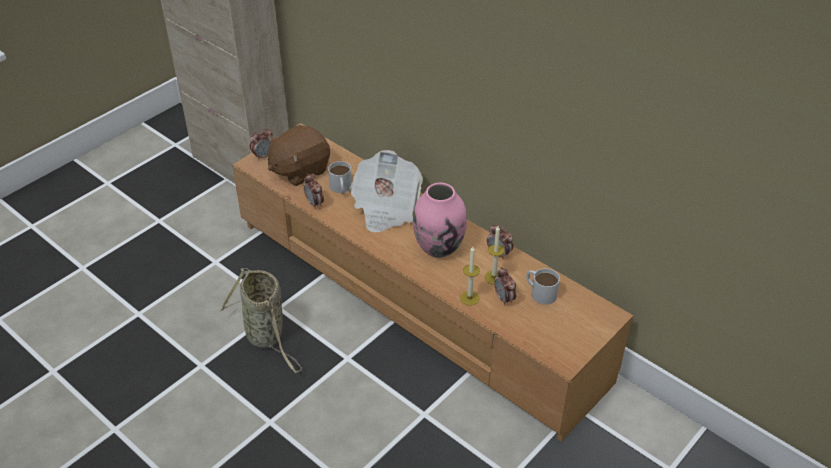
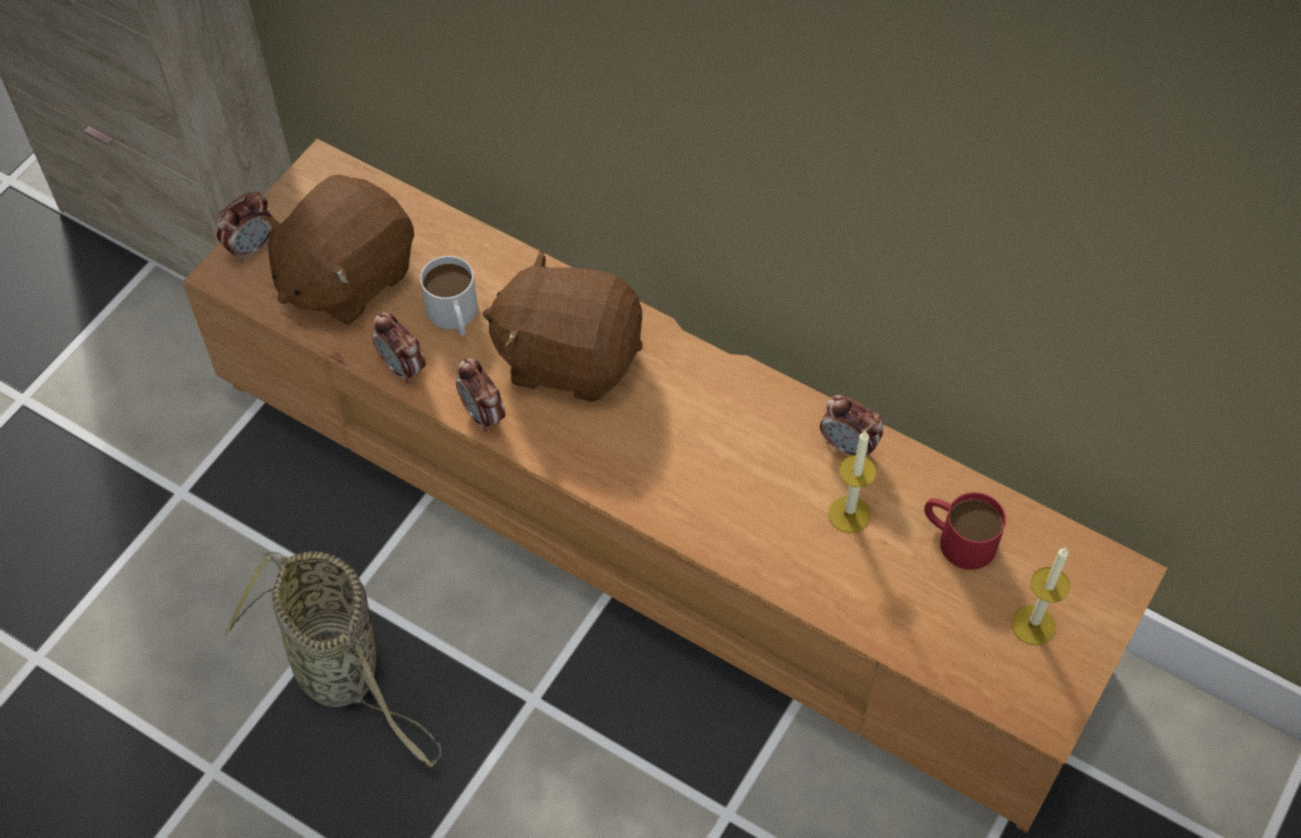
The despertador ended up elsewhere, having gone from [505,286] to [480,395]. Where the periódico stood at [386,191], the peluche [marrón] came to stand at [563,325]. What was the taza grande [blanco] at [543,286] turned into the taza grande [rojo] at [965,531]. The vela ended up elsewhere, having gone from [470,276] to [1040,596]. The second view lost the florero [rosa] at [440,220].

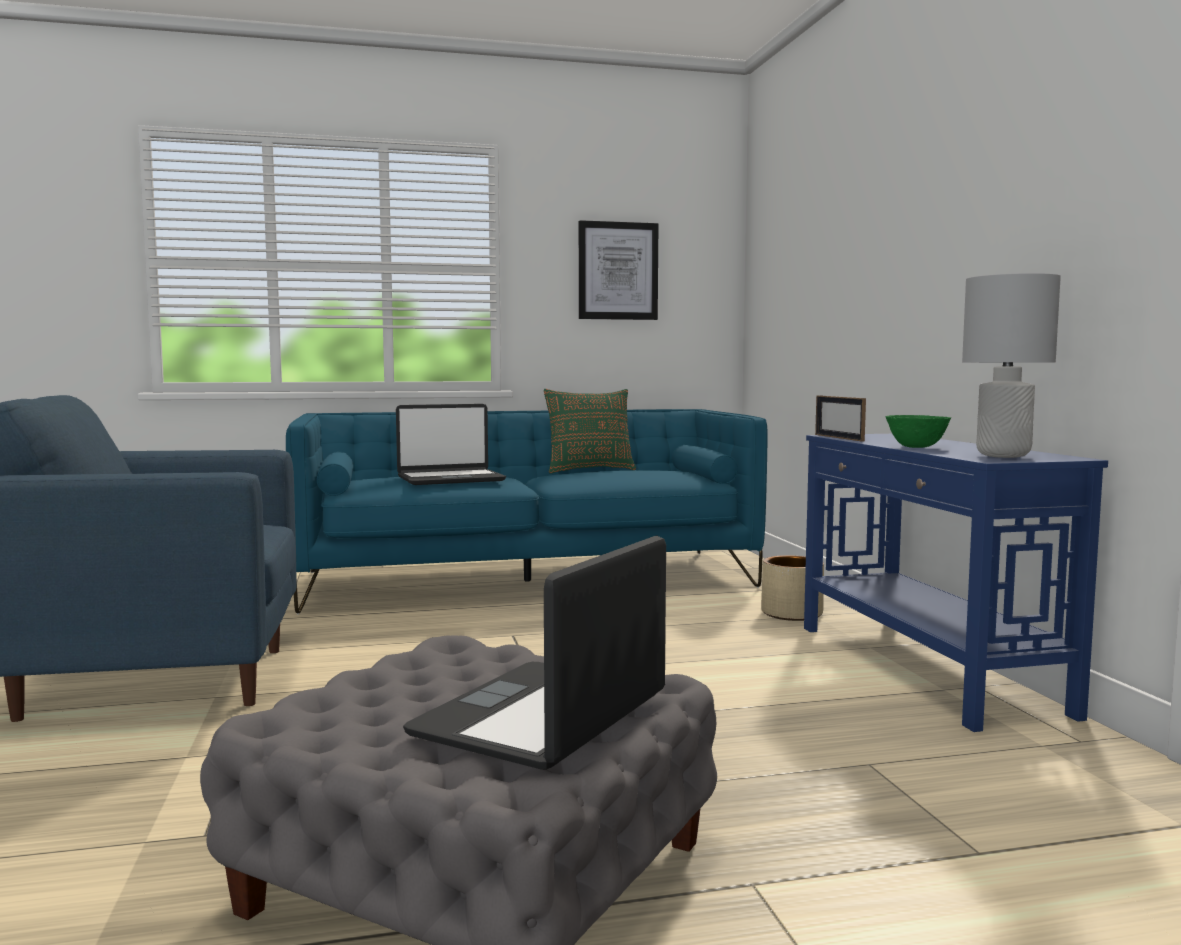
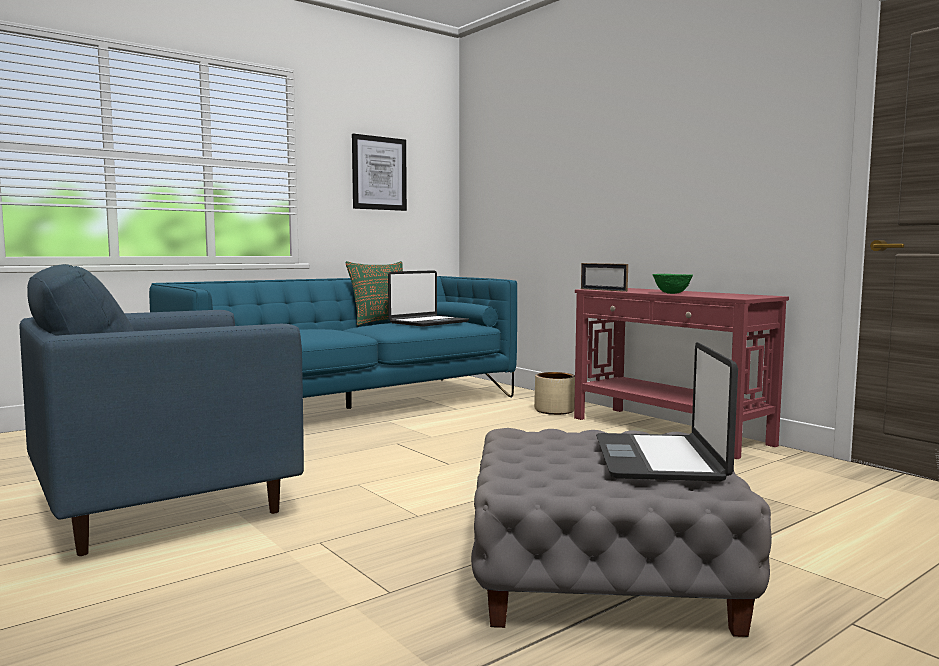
The portátil ended up elsewhere, having gone from [451,444] to [428,298]. What was the mesa consola [azul] at [956,583] turned into the mesa consola [rojo] at [681,373]. The second view lost the lámpara de mesa [gris] at [1011,365].

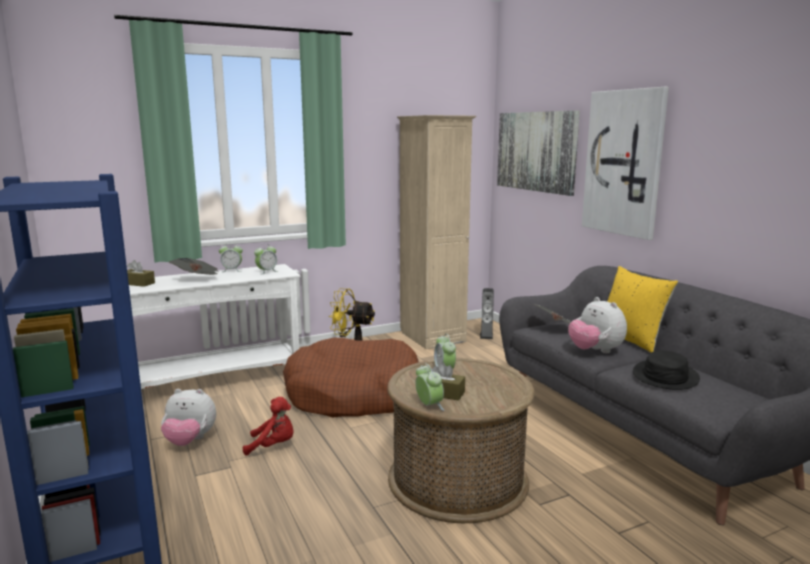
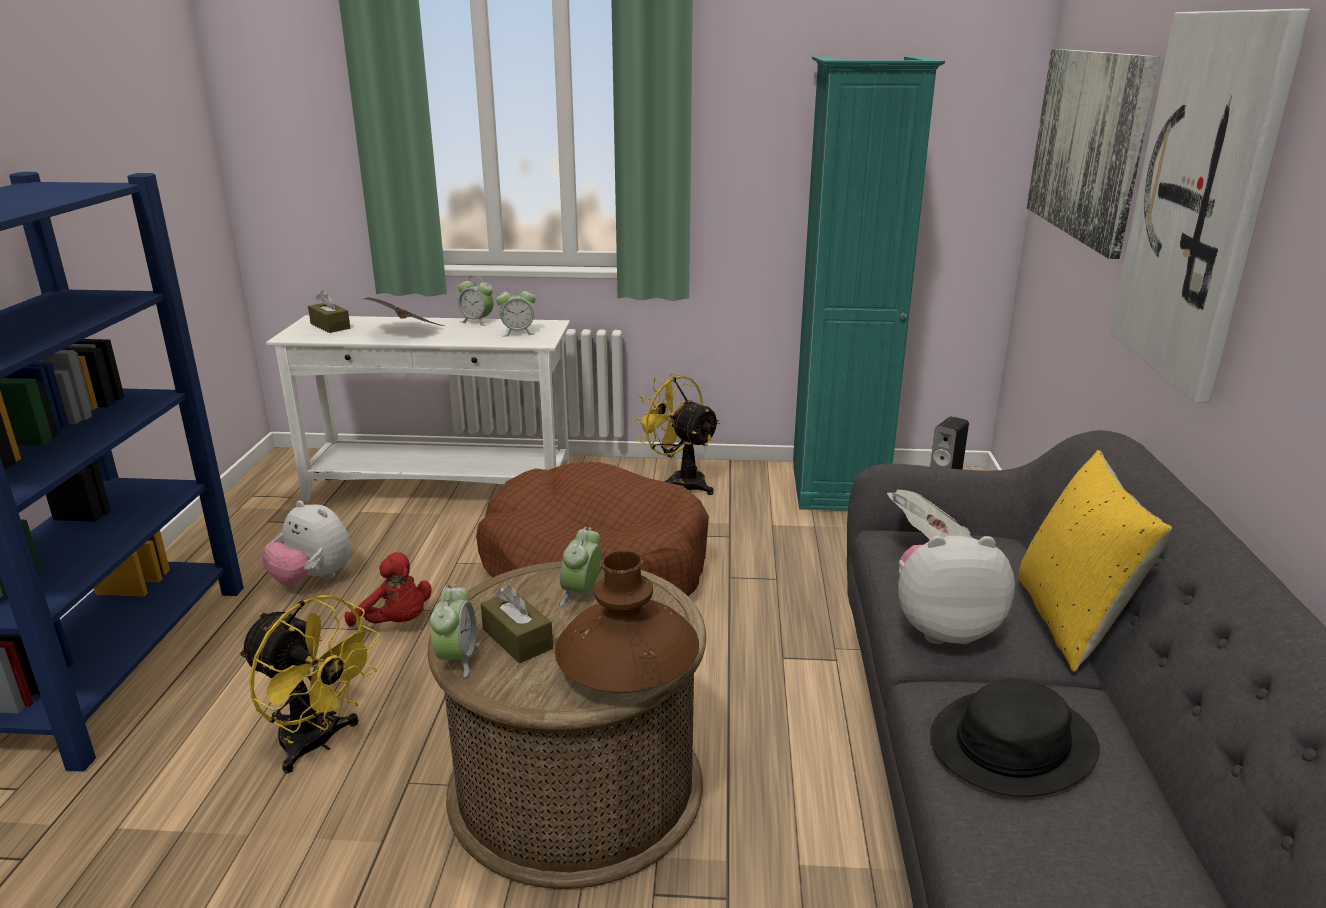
The second view gained the ventilador [amarillo] at [309,684]. The second view gained the florero [marrón] at [627,621]. What was the armario [beis] at [436,232] turned into the armario [turquesa] at [869,283]. The peluche at [597,325] ended up facing another way, 90 degrees clockwise from before.

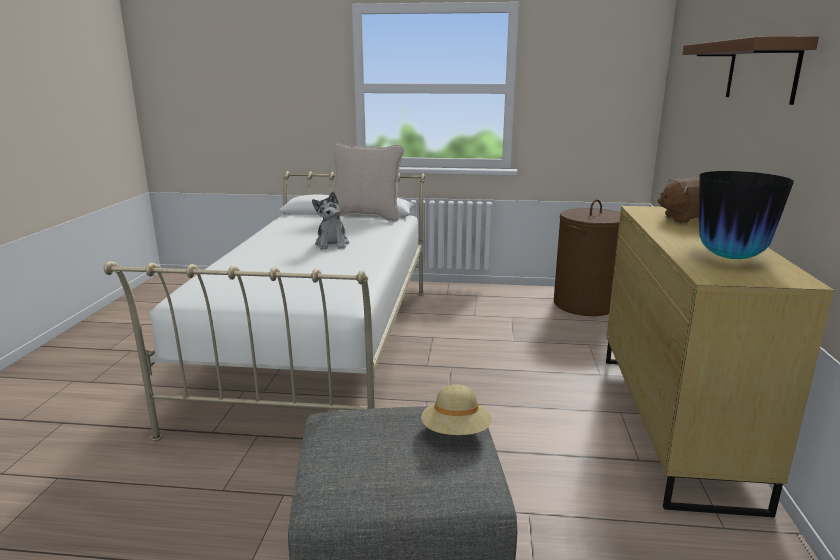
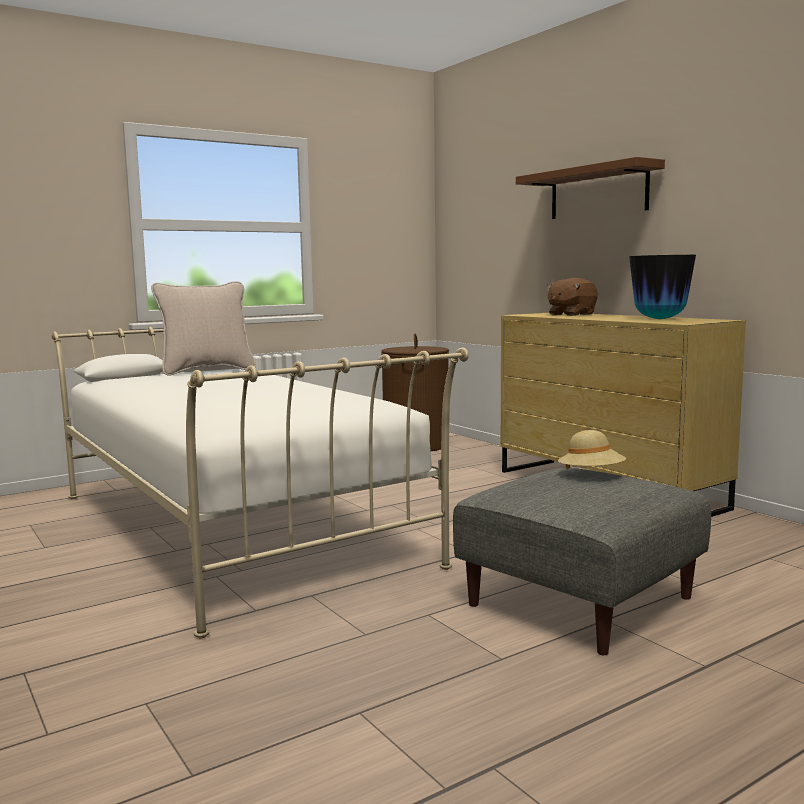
The second view lost the peluche at [330,221].

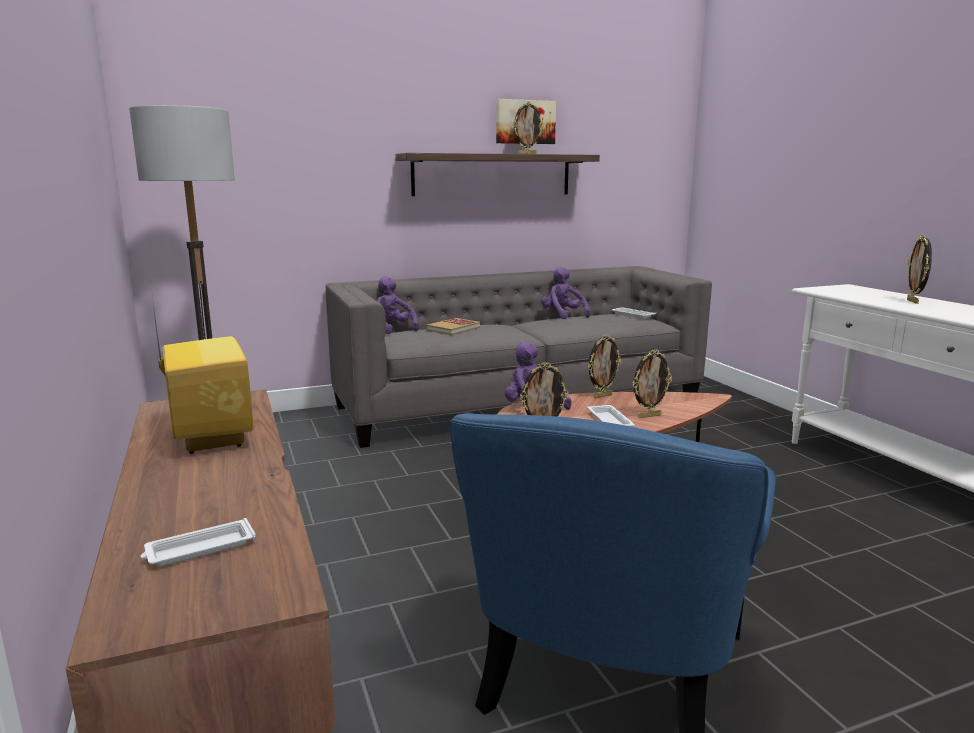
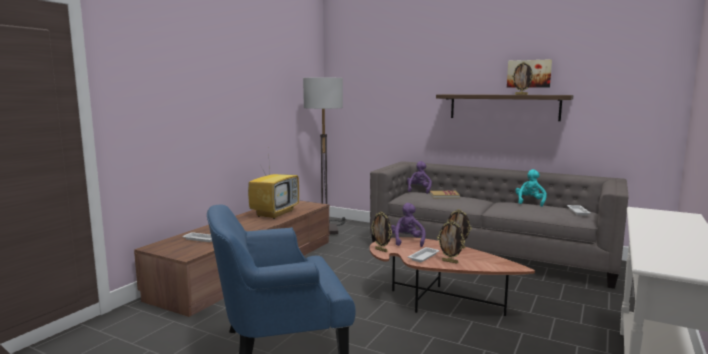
What was the peluche [morado] at [565,293] turned into the peluche [turquesa] at [531,188]. The second view lost the portarretratos at [919,269].

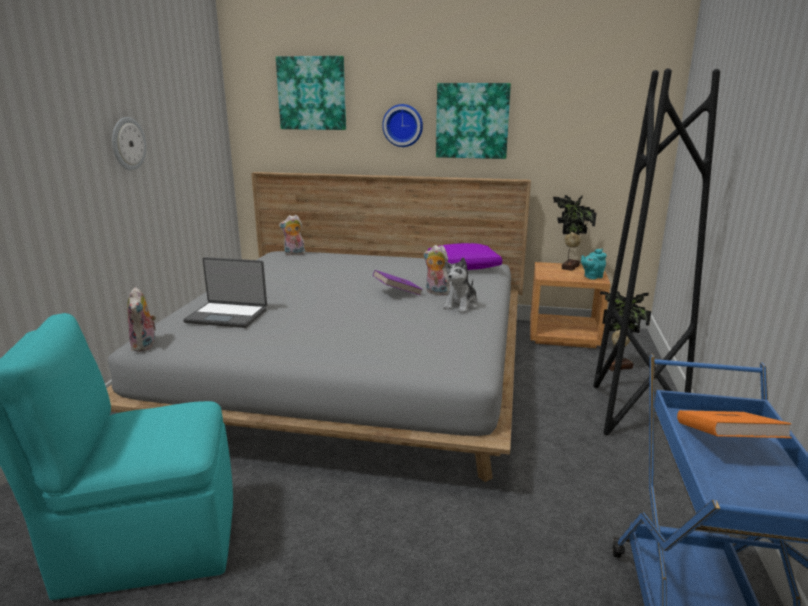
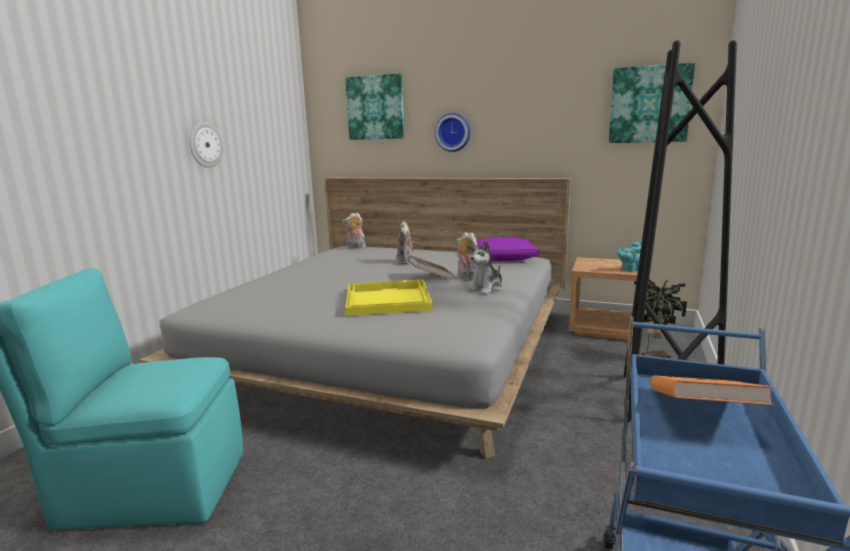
The second view gained the bandeja [amarillo] at [388,297]. The peluche ended up elsewhere, having gone from [141,319] to [406,243]. What was the libro [morado] at [398,283] turned into the libro [marrón] at [431,267]. The cuadro ended up elsewhere, having gone from [473,121] to [652,102]. The second view lost the portátil at [225,292]. The second view lost the planta en maceta at [574,233].

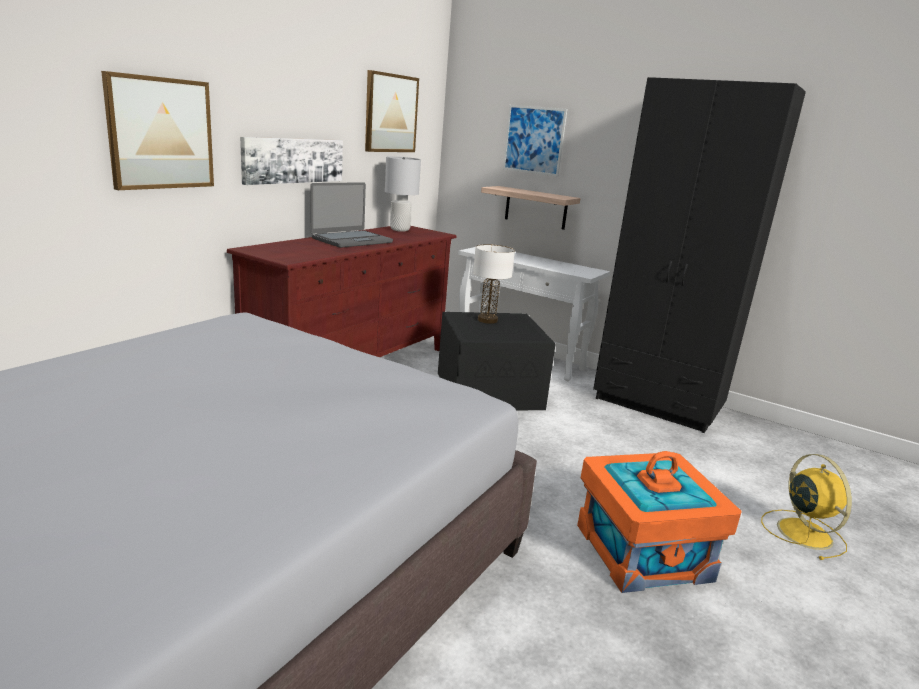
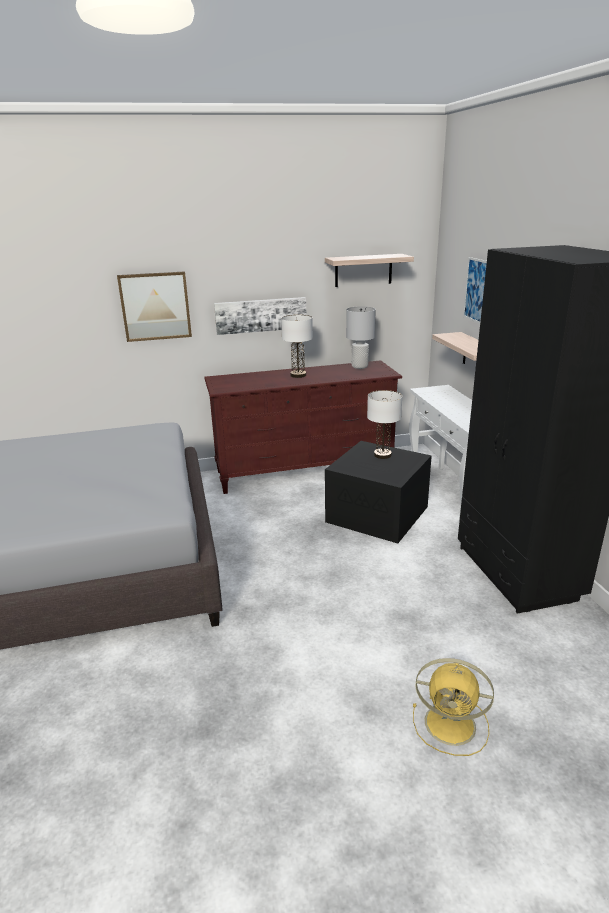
Where the portátil stood at [351,215], the lámpara de mesa came to stand at [297,346]. Where the cuadro hung at [392,111], the estante came to hang at [369,270]. The ventilador [amarillo] at [806,507] ended up facing another way, 75 degrees clockwise from before. The second view lost the caja de almacenaje [naranja] at [659,522].

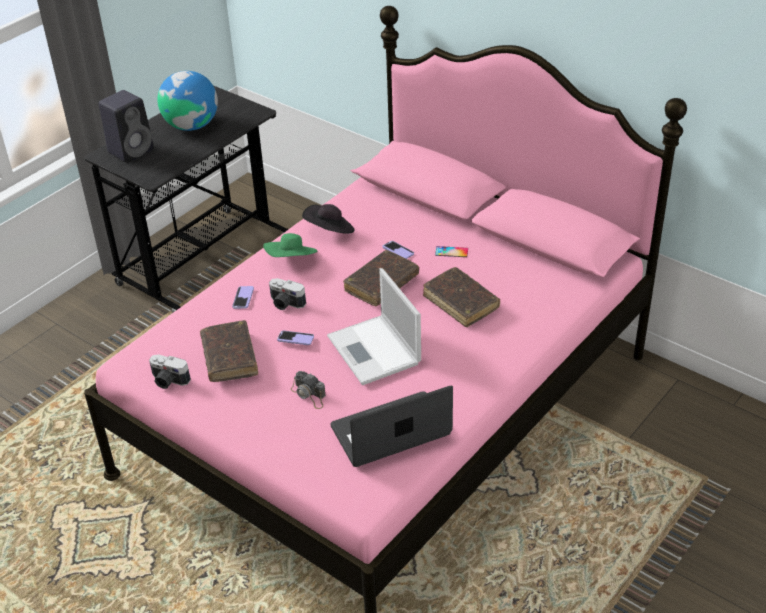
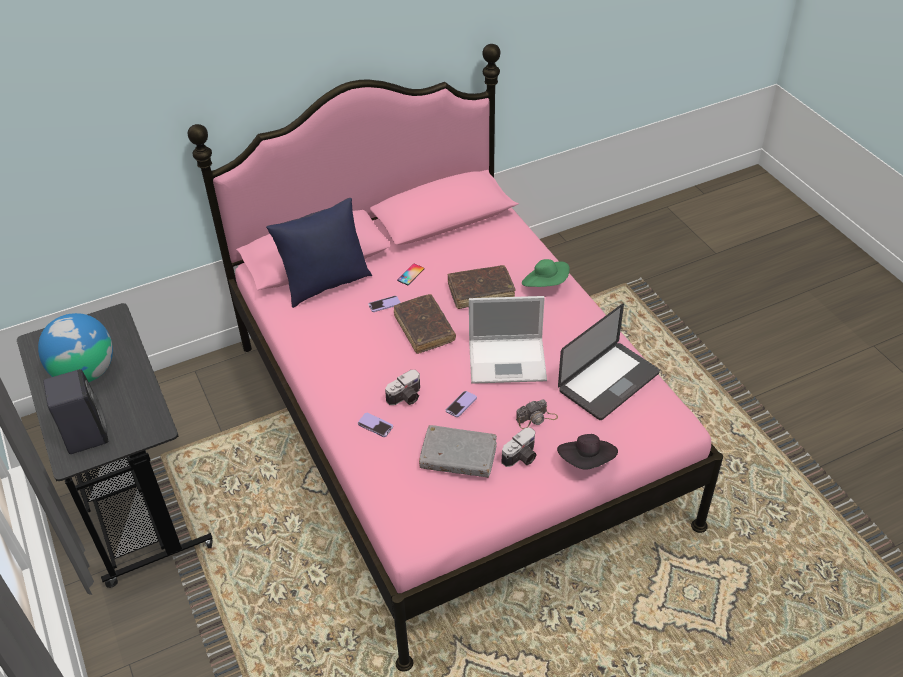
The second view gained the cojín [azul] at [319,253]. What was the libro [marrón] at [229,351] turned into the libro [gris] at [458,451]. The cámara ended up elsewhere, having gone from [170,371] to [519,447]. The sombrero [verde] ended up elsewhere, having gone from [290,245] to [546,273]. The sombrero [negro] ended up elsewhere, having gone from [328,219] to [587,452]. The portátil at [392,426] ended up facing another way, 135 degrees counterclockwise from before.

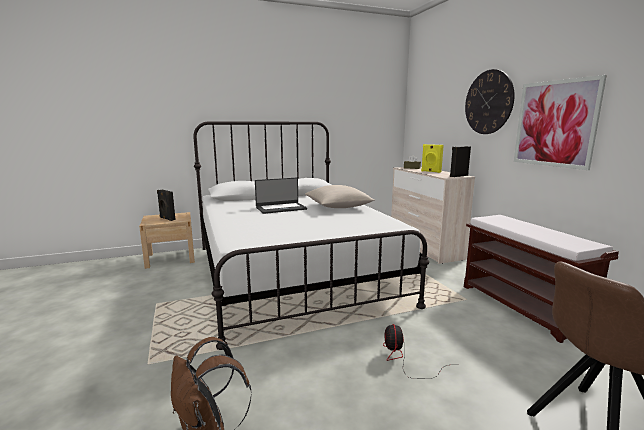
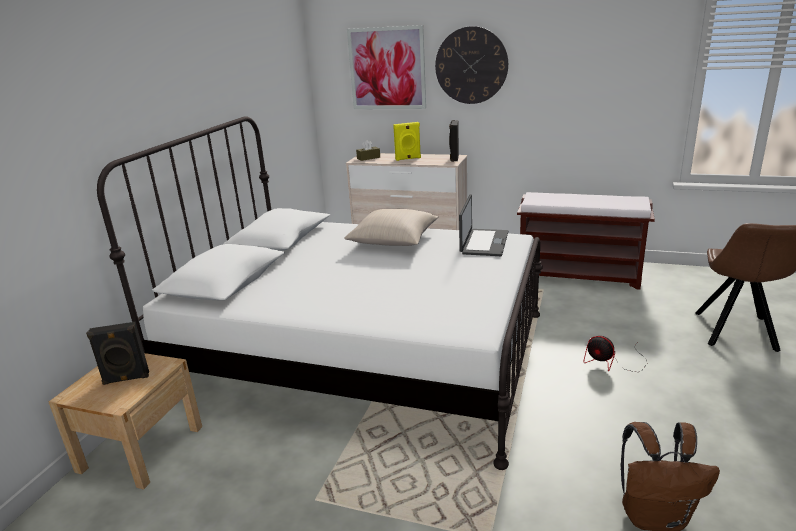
The cuadro ended up elsewhere, having gone from [560,122] to [386,67]. The portátil ended up elsewhere, having gone from [281,196] to [483,225].

